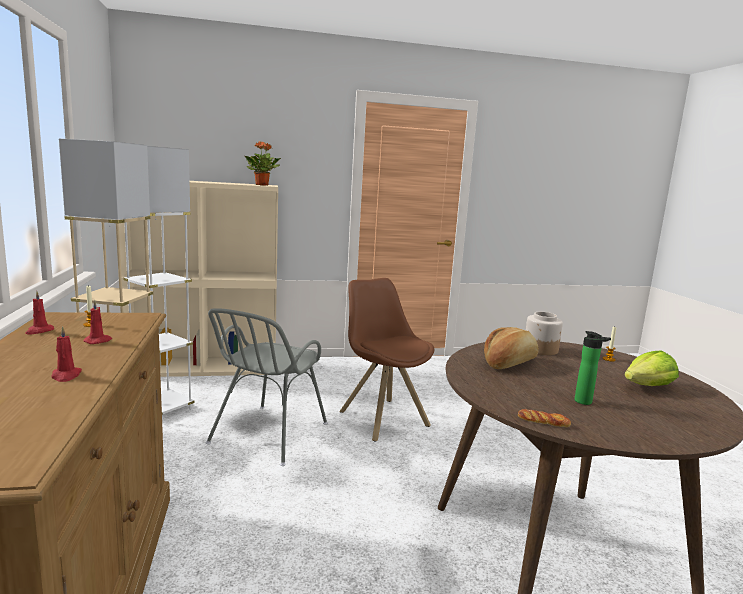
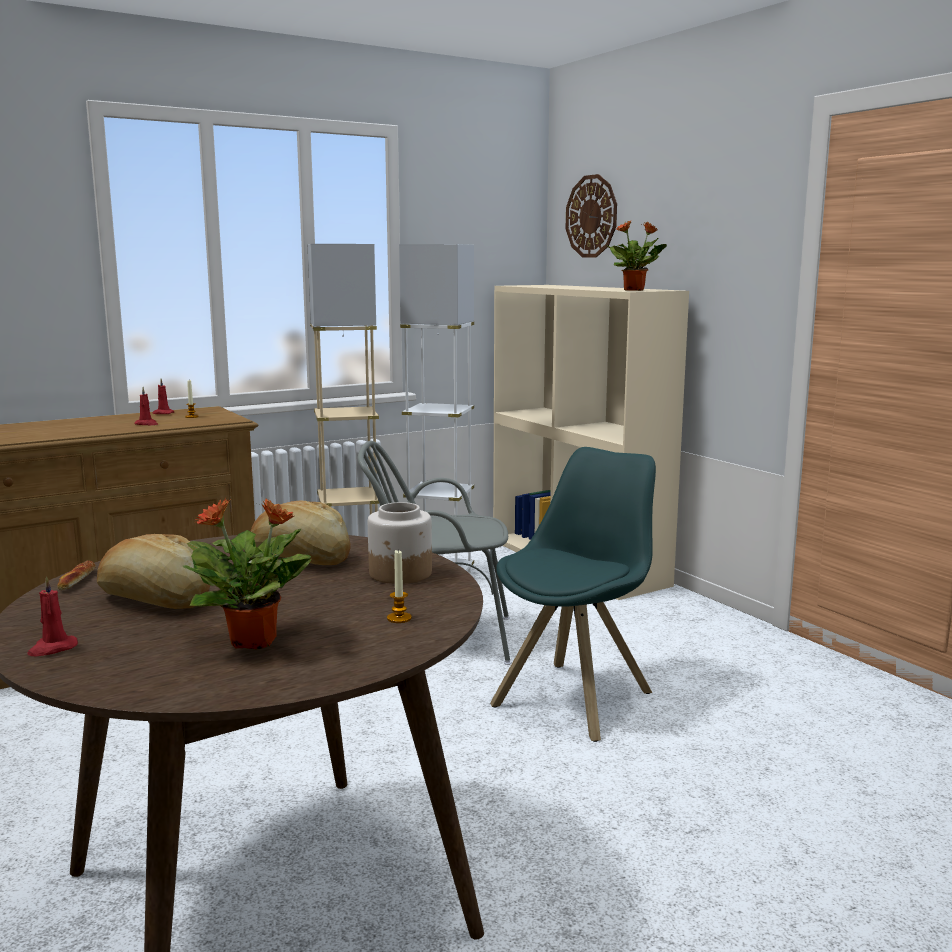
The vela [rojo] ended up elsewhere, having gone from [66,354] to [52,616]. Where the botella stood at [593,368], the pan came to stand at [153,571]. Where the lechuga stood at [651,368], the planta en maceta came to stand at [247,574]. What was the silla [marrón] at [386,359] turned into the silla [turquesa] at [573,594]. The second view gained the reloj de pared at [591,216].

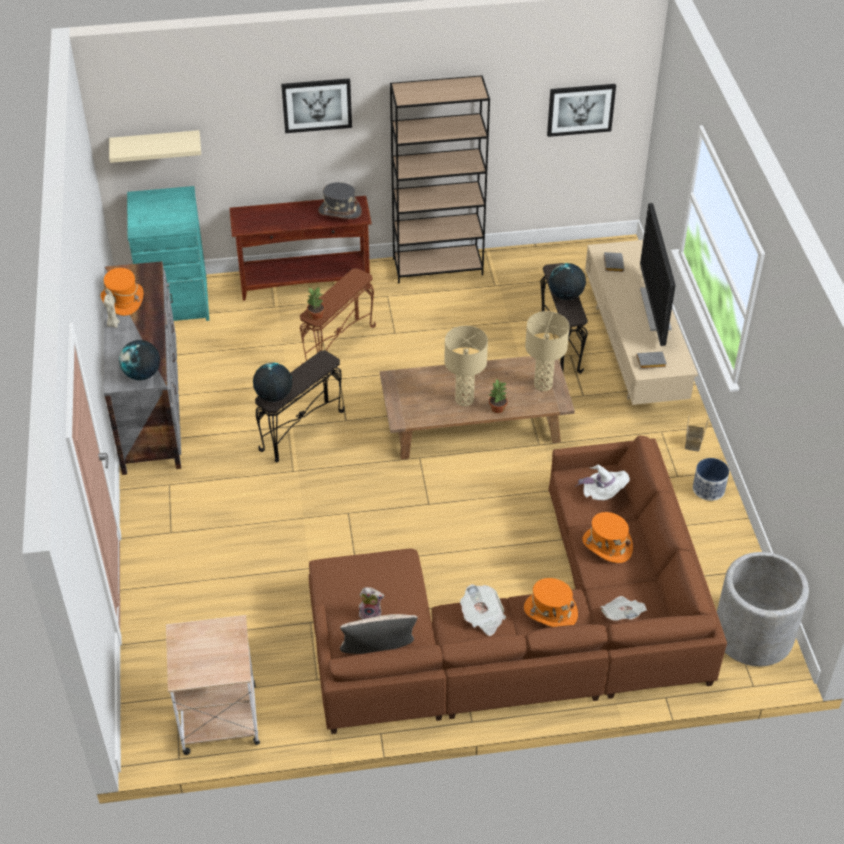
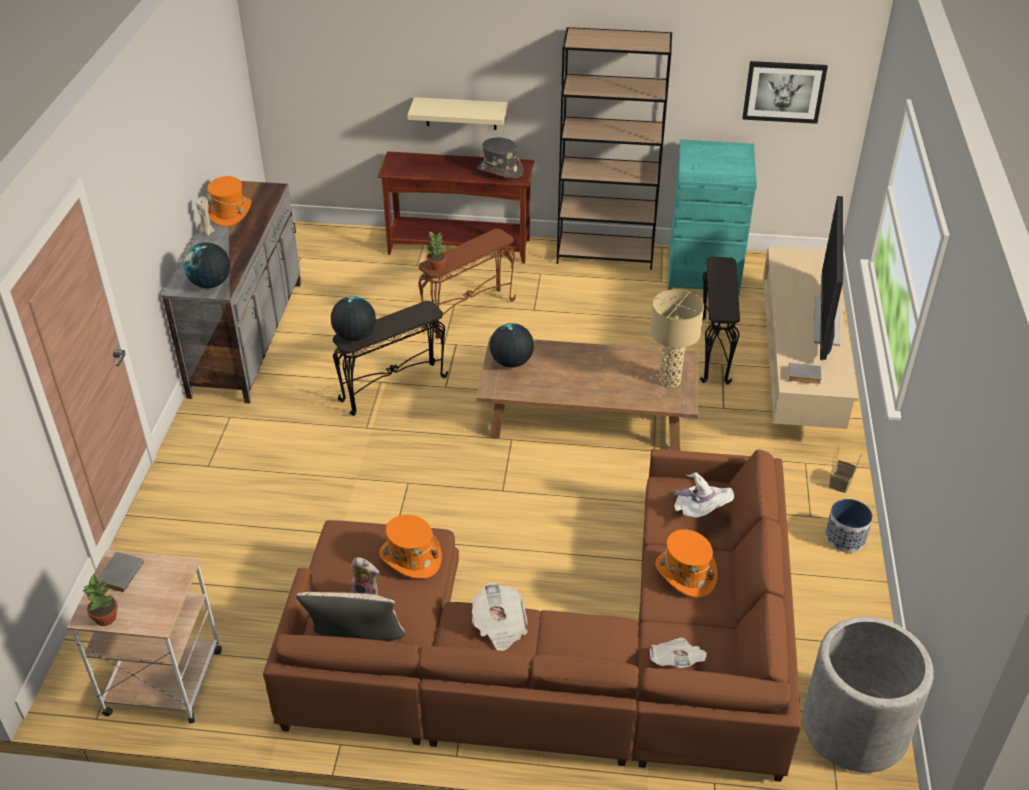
The planta en maceta ended up elsewhere, having gone from [498,396] to [100,599]. The libro [gris] ended up elsewhere, having gone from [614,262] to [120,572]. The sombrero [naranja] ended up elsewhere, having gone from [551,602] to [410,547]. The estante [beis] ended up elsewhere, having gone from [155,146] to [457,113]. The globo terráqueo ended up elsewhere, having gone from [567,281] to [512,345]. The cómoda [turquesa] ended up elsewhere, having gone from [168,253] to [712,217]. The second view lost the cuadro at [316,105]. The second view lost the lámpara de mesa [beis] at [466,366].

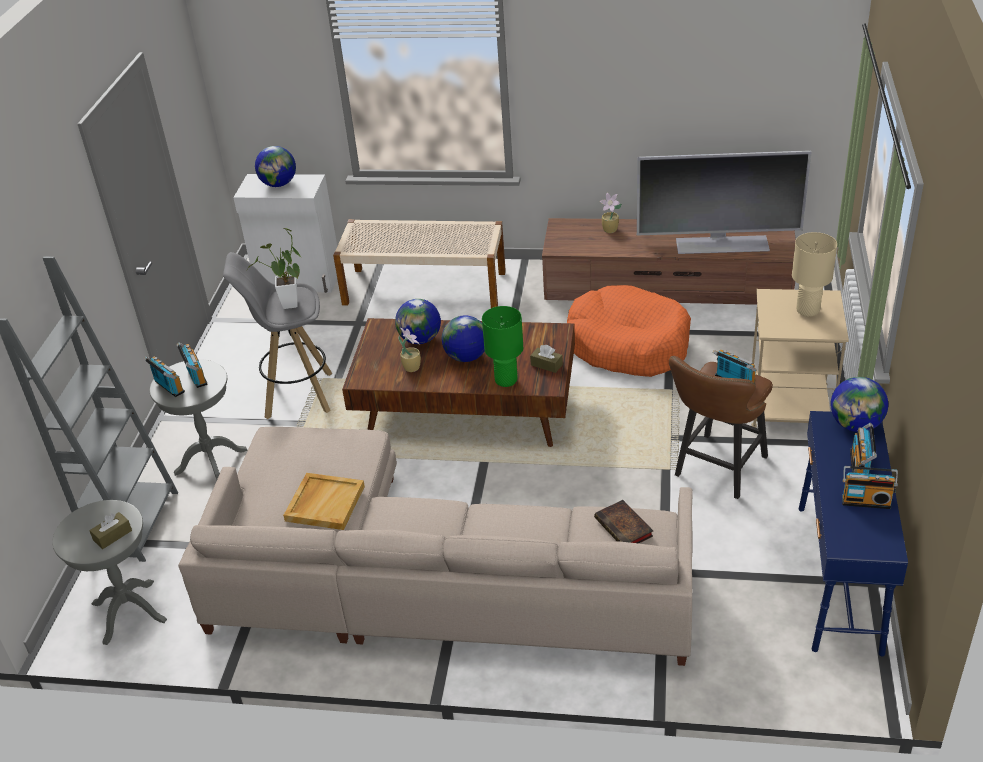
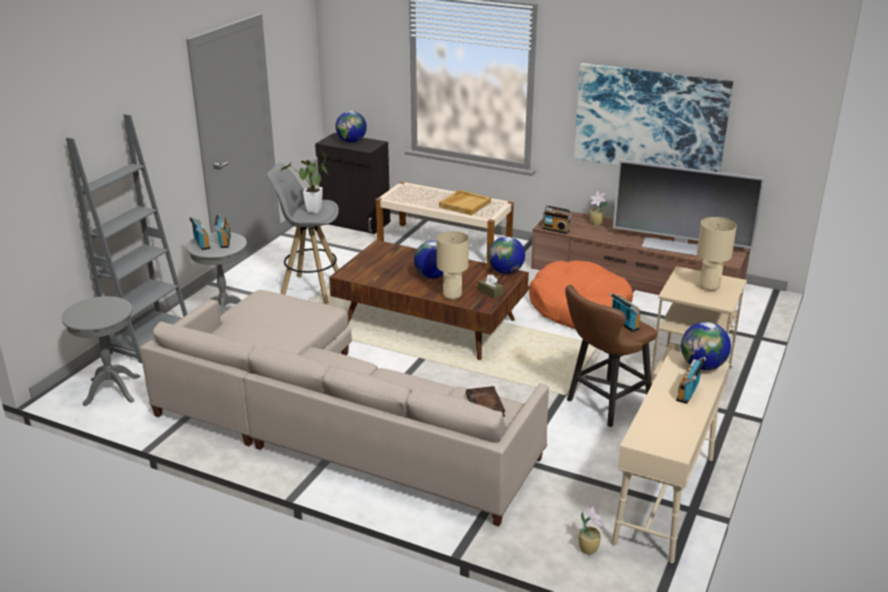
What was the armario [blanco] at [285,233] turned into the armario [negro] at [352,183]. What was the lámpara de mesa [verde] at [502,346] turned into the lámpara de mesa [beis] at [453,265]. The bandeja [beis] ended up elsewhere, having gone from [324,501] to [465,202]. The globo terráqueo ended up elsewhere, having gone from [418,321] to [506,255]. The radio ended up elsewhere, having gone from [870,487] to [557,219]. The second view gained the cuadro at [653,117]. The planta en maceta ended up elsewhere, having gone from [409,350] to [591,529]. What was the mesa consola [azul] at [853,533] turned into the mesa consola [beis] at [671,456]. The second view lost the caja de pañuelos [marrón] at [110,530].

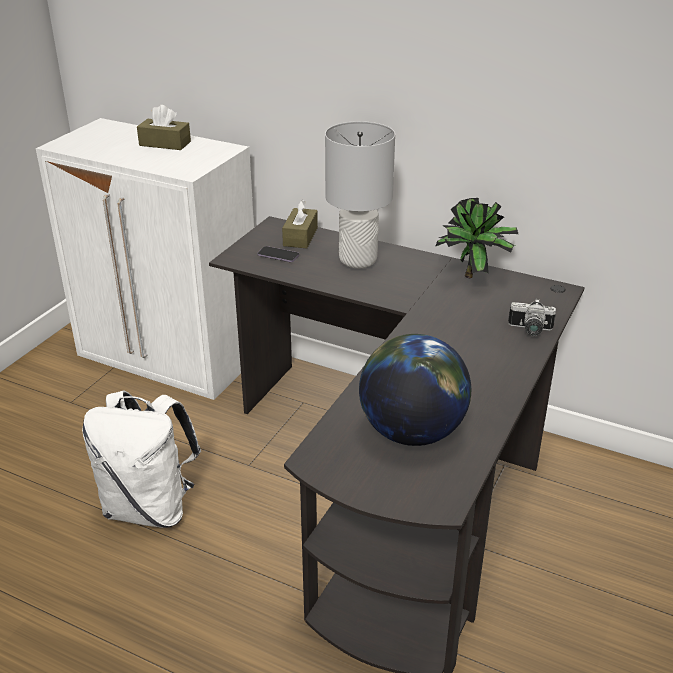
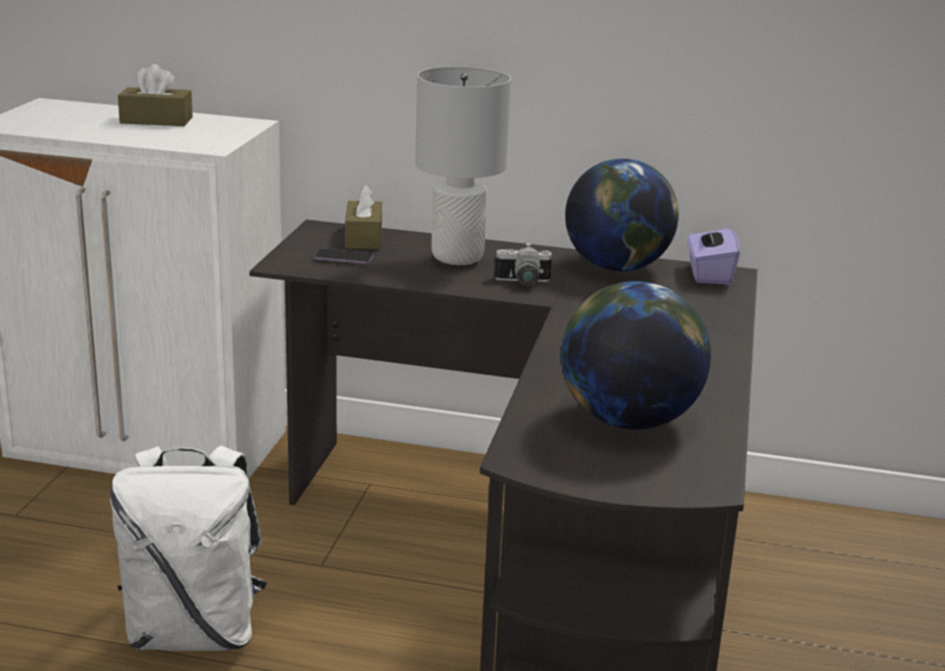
The cámara ended up elsewhere, having gone from [532,317] to [523,264]. Where the planta en maceta stood at [476,238], the globo terráqueo came to stand at [622,215]. The second view gained the caja de pañuelos [morado] at [713,250].

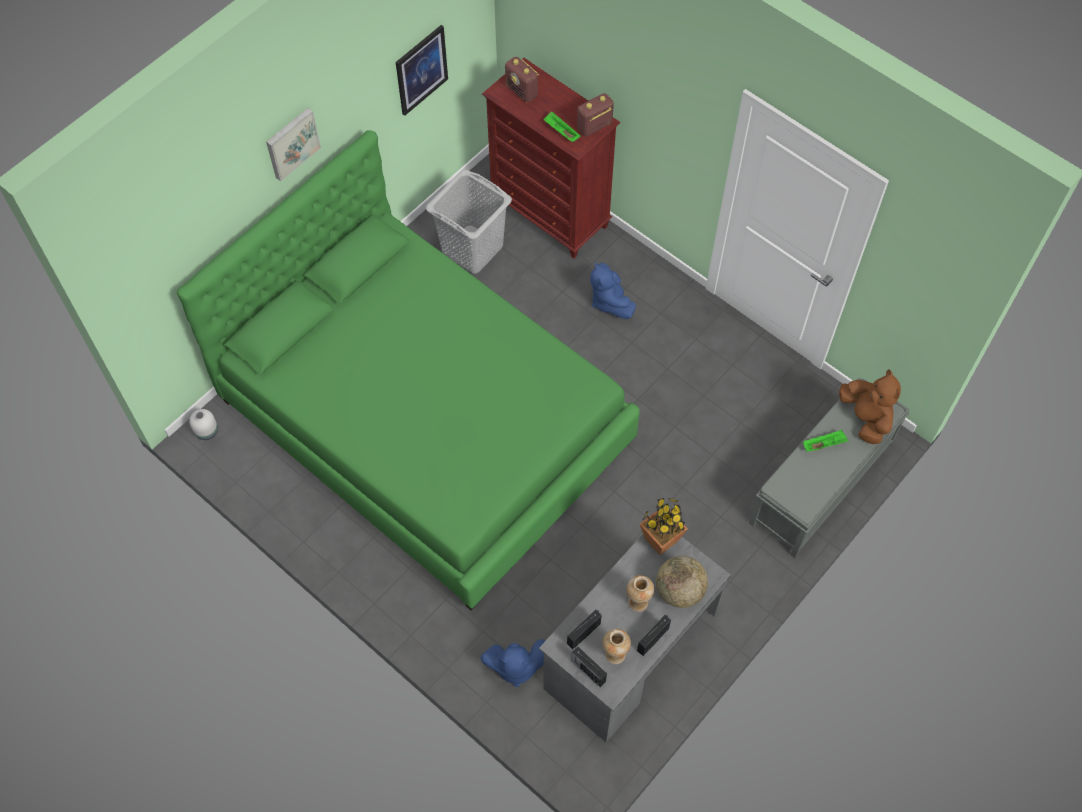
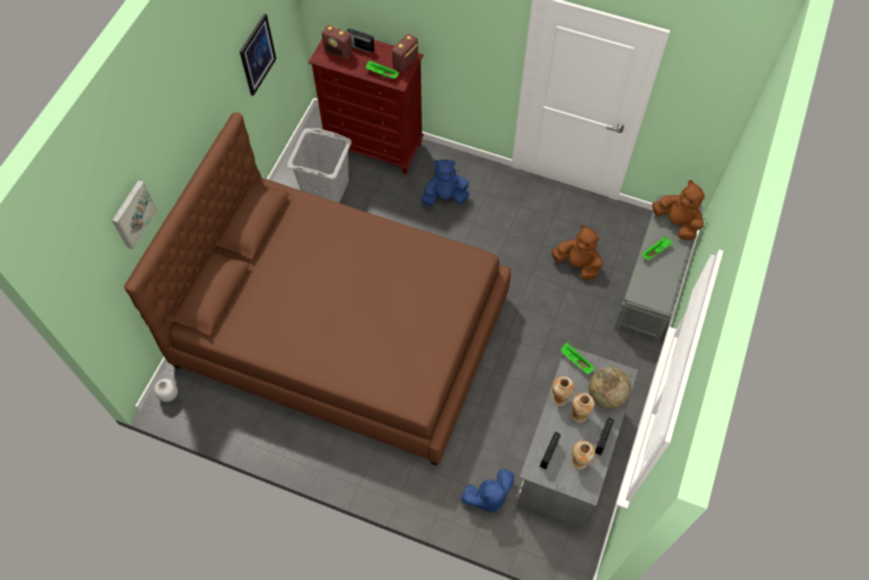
The cuadro ended up elsewhere, having gone from [293,144] to [134,214]. What was the cama [verde] at [408,370] turned into the cama [marrón] at [317,289]. The radio ended up elsewhere, having gone from [589,666] to [360,40]. The peluche [azul] at [613,290] ended up facing another way, 120 degrees clockwise from before. The second view gained the peluche [marrón] at [577,252]. The second view gained the florero at [563,391]. Where the planta en maceta stood at [664,526], the bandeja [verde] came to stand at [577,358].

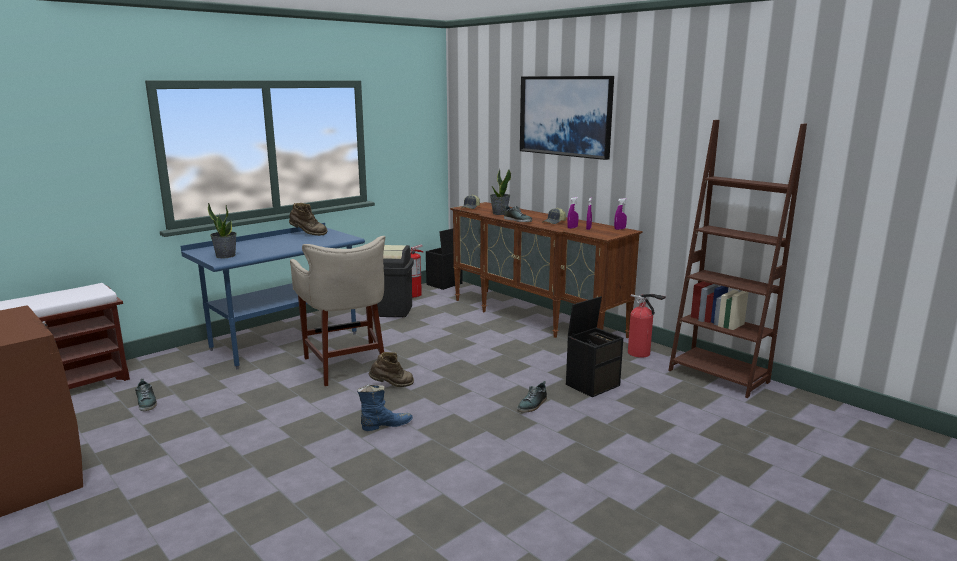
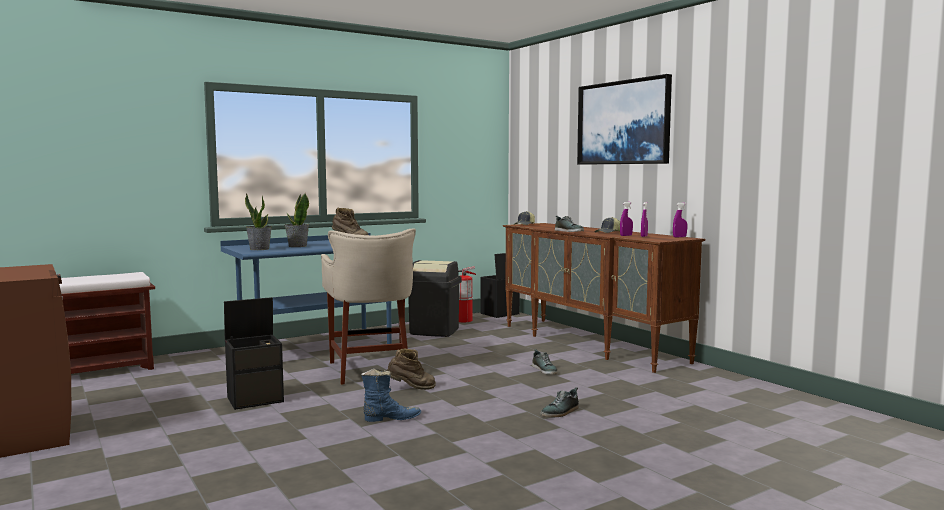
The caja de almacenaje [negro] ended up elsewhere, having gone from [594,346] to [254,353]. The planta en maceta ended up elsewhere, having gone from [500,192] to [297,220]. The zapato ended up elsewhere, having gone from [146,395] to [545,362]. The second view lost the extintor at [647,326]. The second view lost the estantería [marrón] at [737,259].

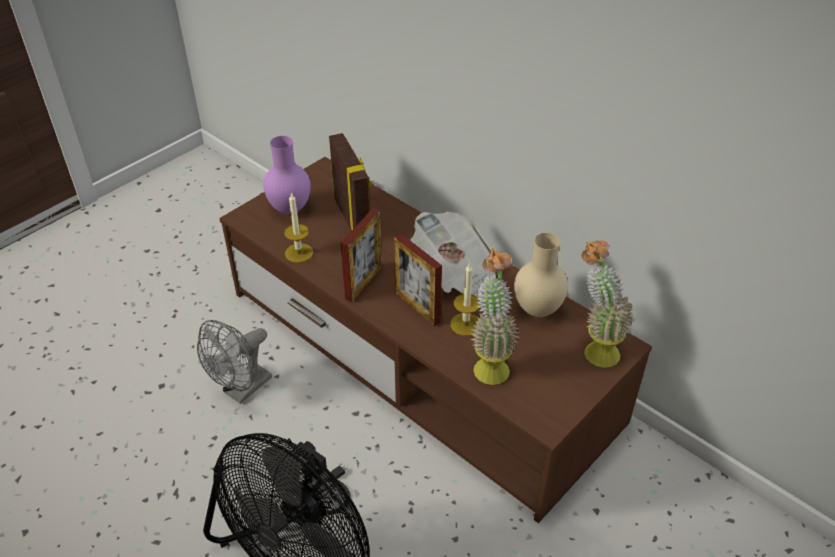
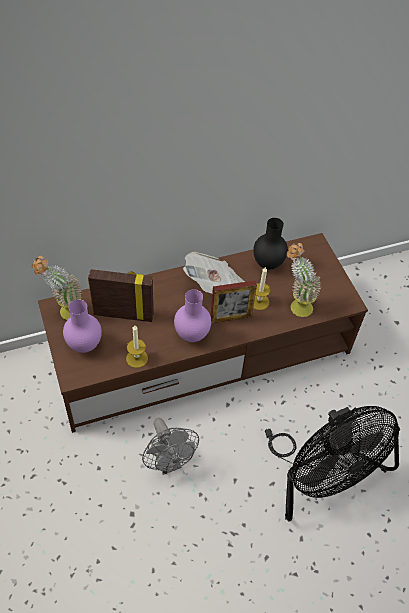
The planta en maceta ended up elsewhere, having gone from [607,304] to [56,288]. Where the portarretratos stood at [361,255], the florero [morado] came to stand at [192,315]. What was the florero [beis] at [541,275] turned into the florero [negro] at [270,244].

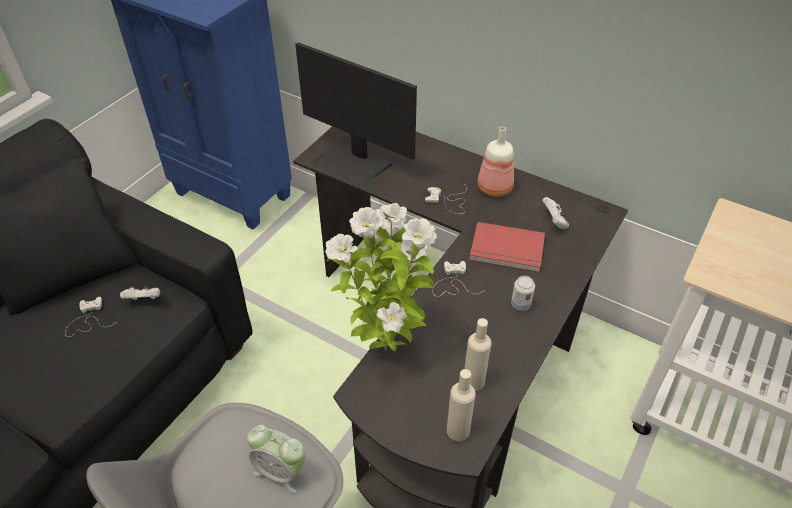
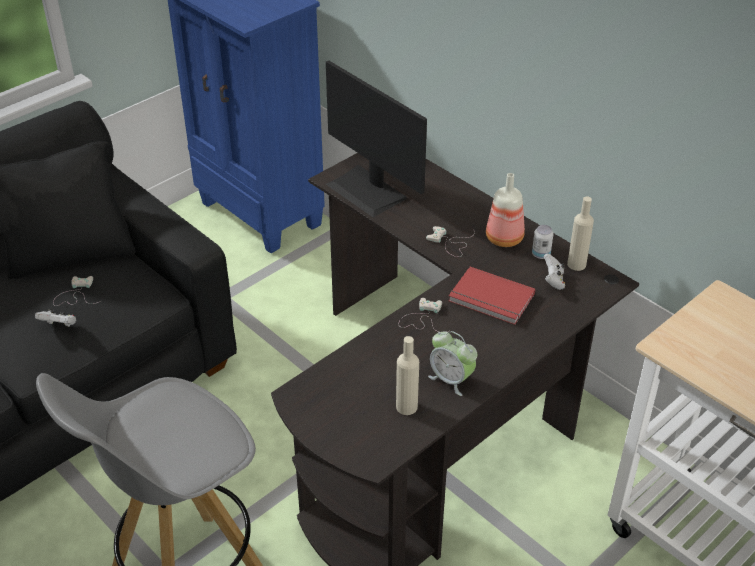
The mando de consola [blanco] ended up elsewhere, having gone from [140,293] to [55,318]. The despertador ended up elsewhere, having gone from [276,459] to [452,363]. The lata ended up elsewhere, having gone from [523,293] to [543,242]. The botella [beis] ended up elsewhere, having gone from [461,405] to [580,233]. The second view lost the planta en maceta at [381,277].

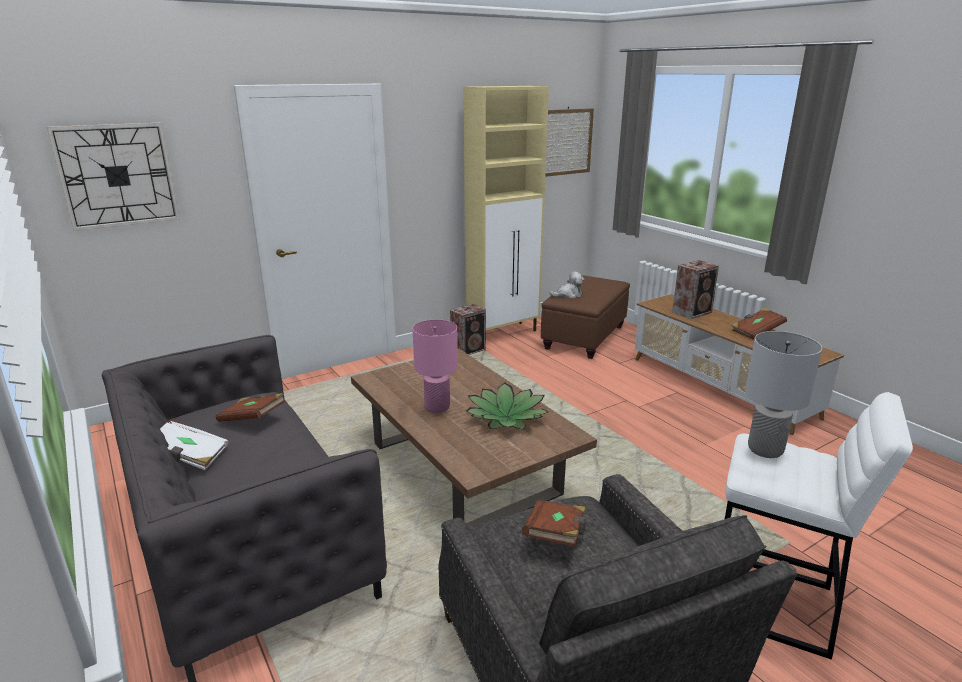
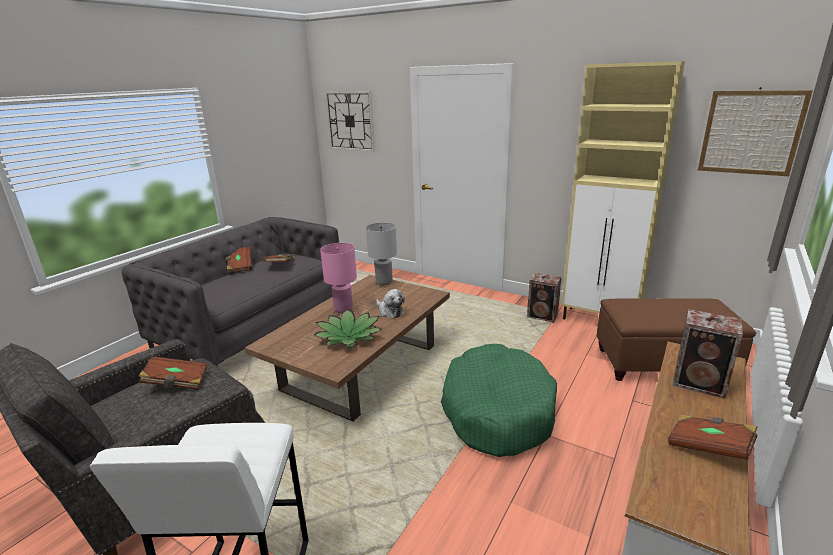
What was the libro [blanco] at [194,445] turned into the libro [marrón] at [238,260]. The lámpara de mesa [gris] ended up elsewhere, having gone from [783,394] to [381,254]. The peluche ended up elsewhere, having gone from [567,285] to [390,304]. The second view gained the cama para perro [verde] at [499,400].

